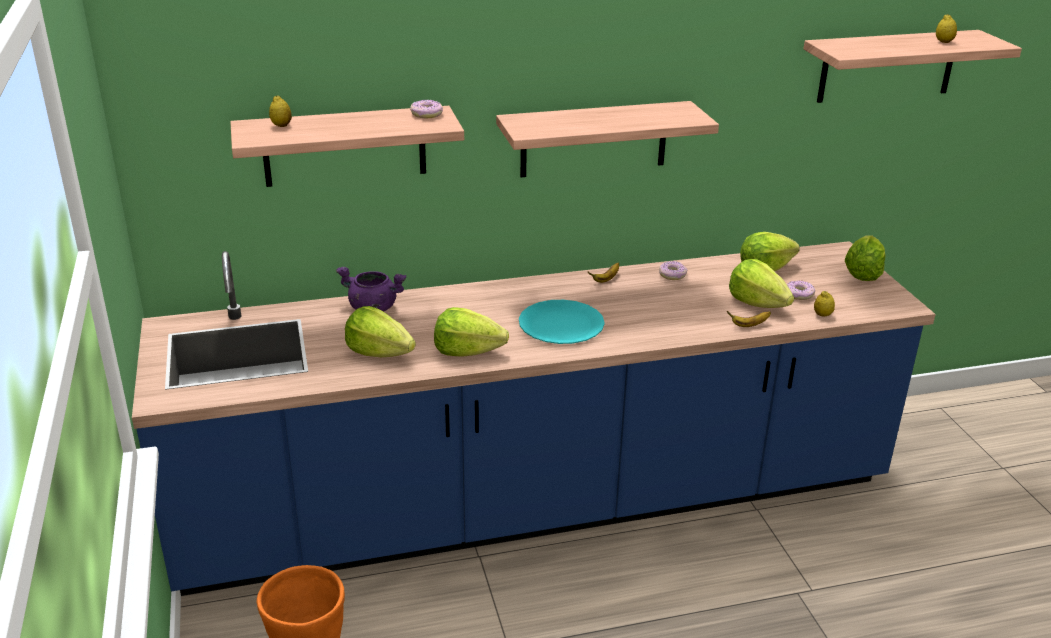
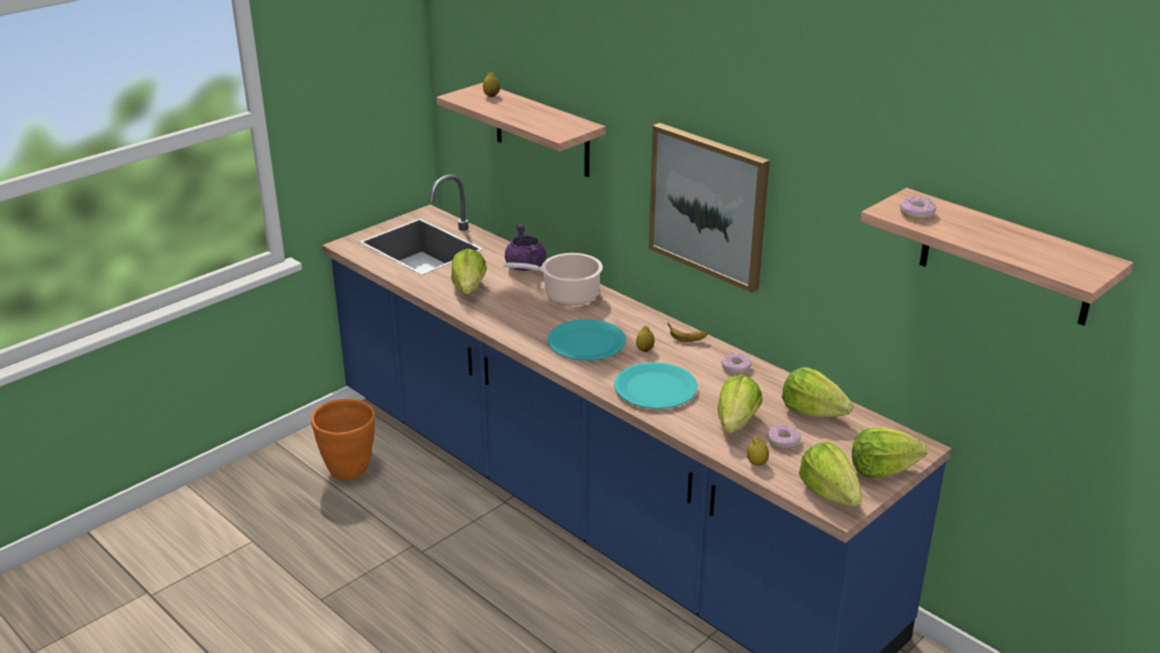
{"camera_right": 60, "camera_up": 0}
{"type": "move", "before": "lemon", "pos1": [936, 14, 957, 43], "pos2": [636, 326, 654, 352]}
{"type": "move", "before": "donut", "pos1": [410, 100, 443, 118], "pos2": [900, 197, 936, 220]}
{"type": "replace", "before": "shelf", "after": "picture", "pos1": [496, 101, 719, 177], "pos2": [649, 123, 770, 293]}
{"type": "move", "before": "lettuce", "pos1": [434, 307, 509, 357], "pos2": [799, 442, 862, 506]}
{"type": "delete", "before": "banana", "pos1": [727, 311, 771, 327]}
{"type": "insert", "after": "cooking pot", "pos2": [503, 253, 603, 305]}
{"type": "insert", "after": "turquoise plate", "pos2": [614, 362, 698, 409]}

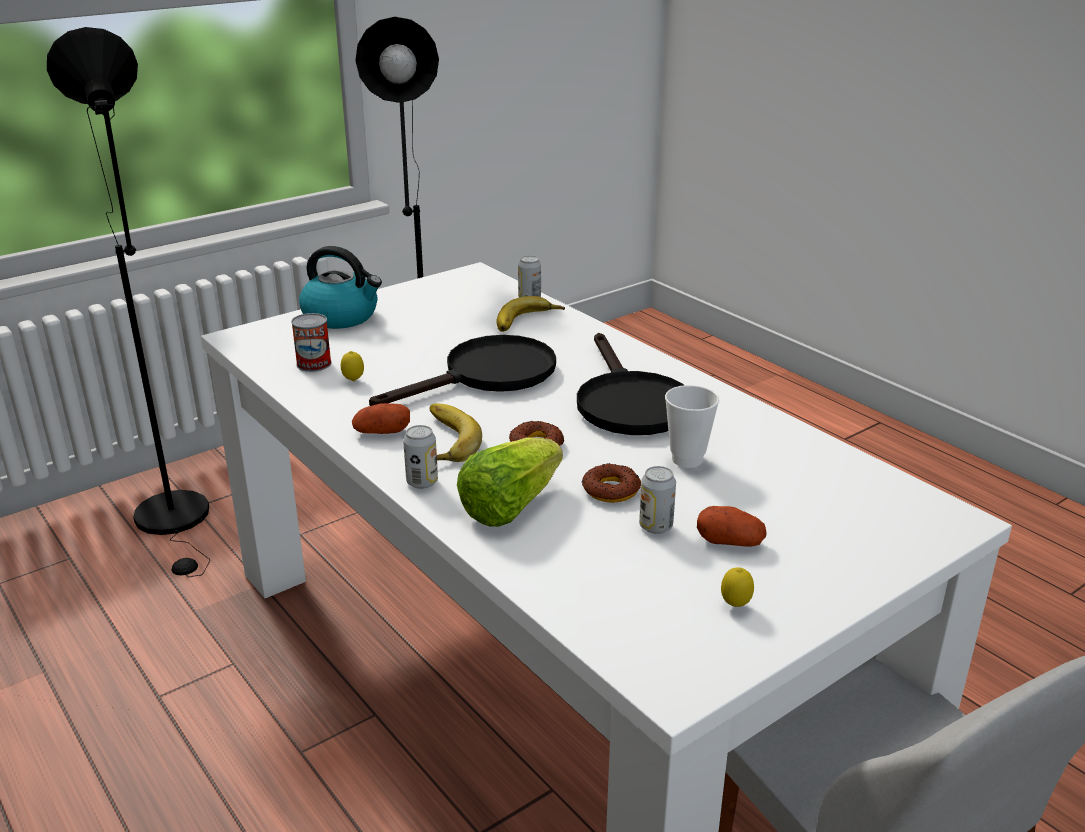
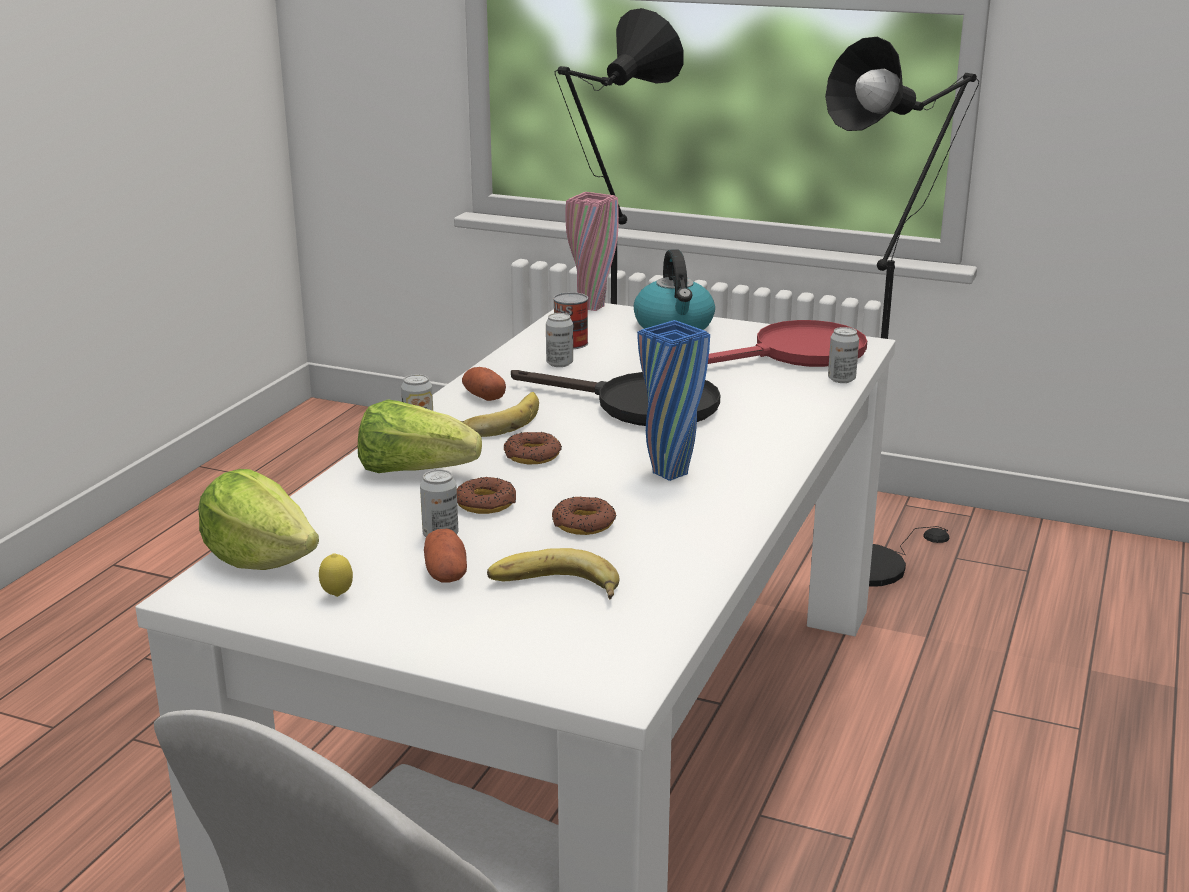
{"camera_right": 60, "camera_up": -5}
{"type": "move", "before": "banana", "pos1": [497, 296, 565, 332], "pos2": [487, 548, 619, 599]}
{"type": "replace", "before": "black frying pan", "after": "blue vase", "pos1": [577, 333, 684, 435], "pos2": [637, 320, 710, 481]}
{"type": "replace", "before": "lemon", "after": "can", "pos1": [341, 351, 364, 381], "pos2": [546, 313, 573, 367]}
{"type": "replace", "before": "cup", "after": "donut", "pos1": [665, 385, 719, 468], "pos2": [552, 496, 617, 535]}
{"type": "insert", "after": "pink vase", "pos2": [565, 192, 619, 311]}
{"type": "insert", "after": "red frying pan", "pos2": [708, 320, 867, 367]}
{"type": "insert", "after": "lettuce", "pos2": [198, 469, 319, 570]}

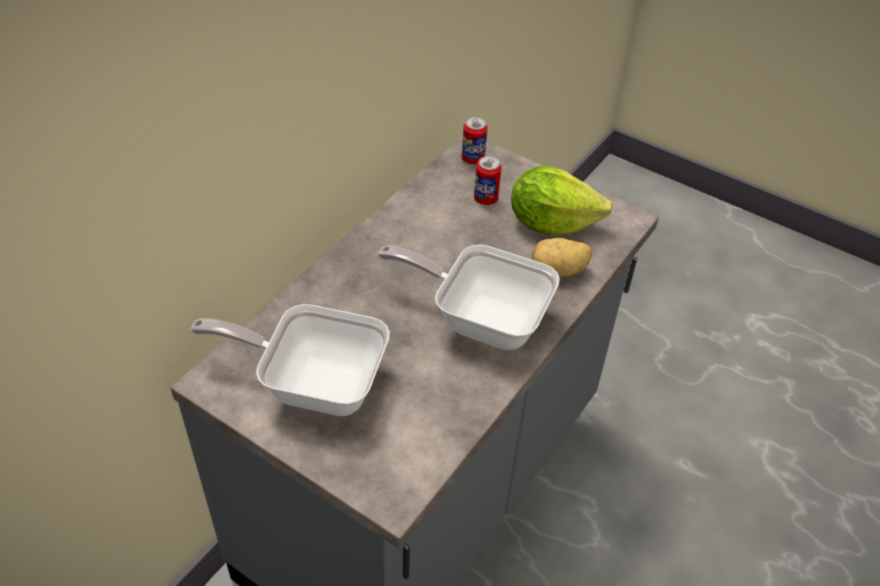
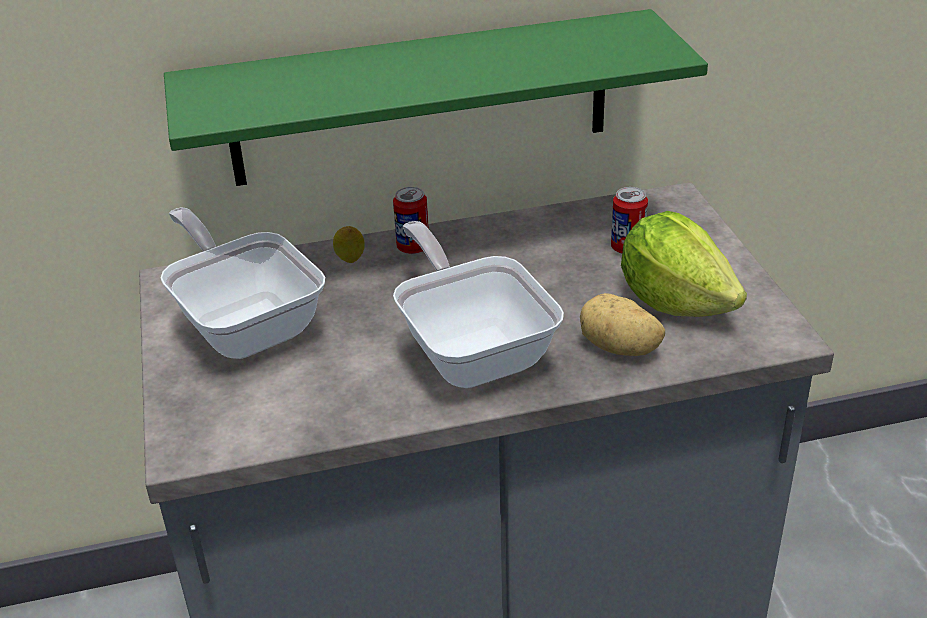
{"camera_right": 45, "camera_up": -10}
{"type": "move", "before": "can", "pos1": [462, 117, 488, 164], "pos2": [393, 187, 429, 254]}
{"type": "insert", "after": "green shelf", "pos2": [164, 9, 708, 186]}
{"type": "insert", "after": "lemon", "pos2": [333, 226, 364, 263]}

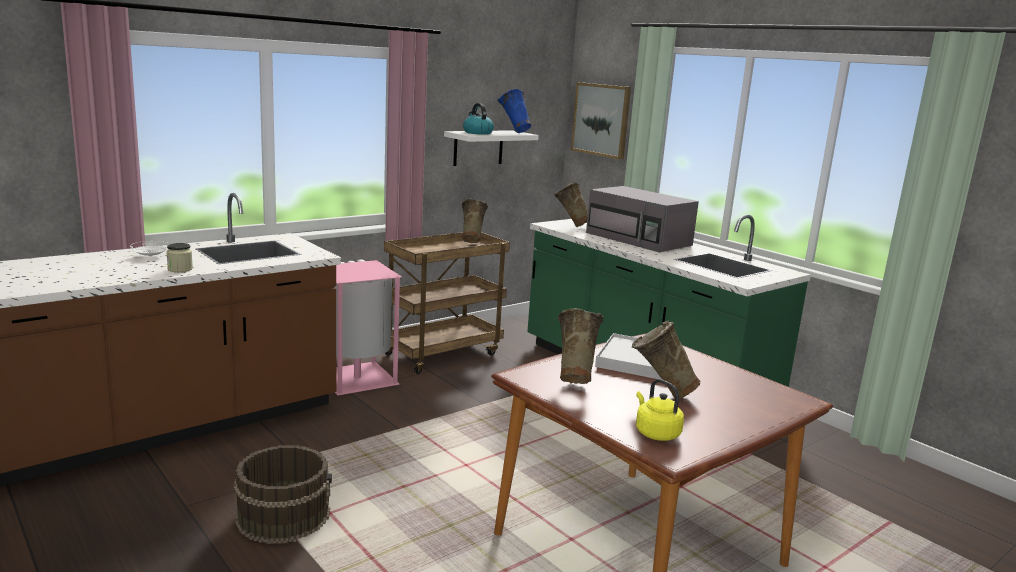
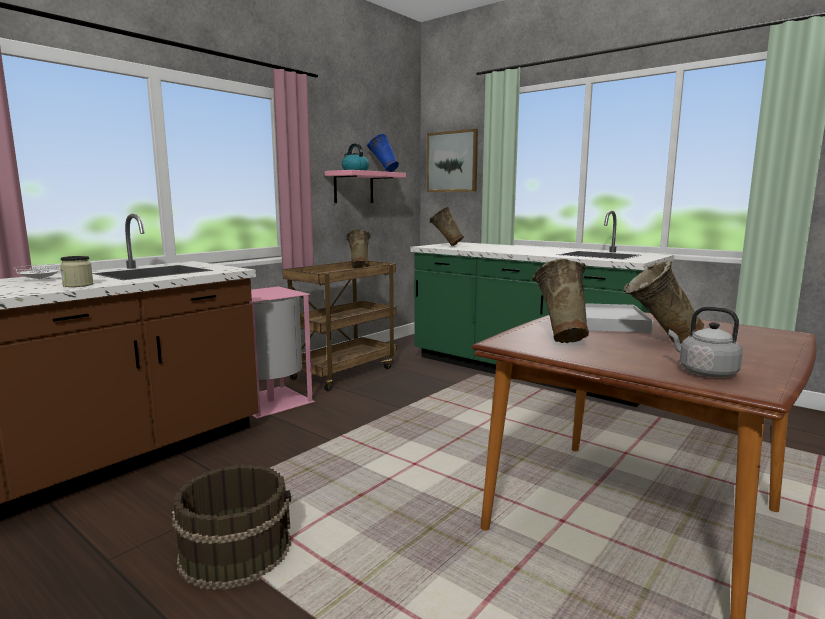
{"camera_right": -10, "camera_up": -5}
{"type": "recolor", "before": "white shelf", "after": "pink shelf", "pos1": [444, 130, 539, 166], "pos2": [325, 170, 406, 203]}
{"type": "delete", "before": "grey microwave", "pos1": [586, 186, 699, 253]}
{"type": "recolor", "before": "yellow kettle", "after": "grey kettle", "pos1": [636, 379, 684, 441], "pos2": [669, 307, 743, 377]}

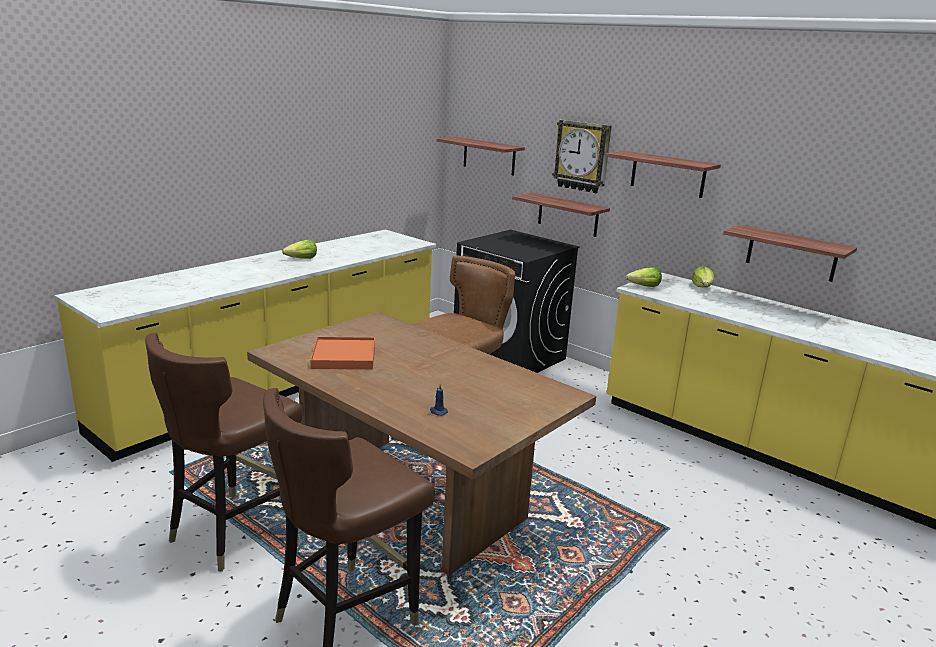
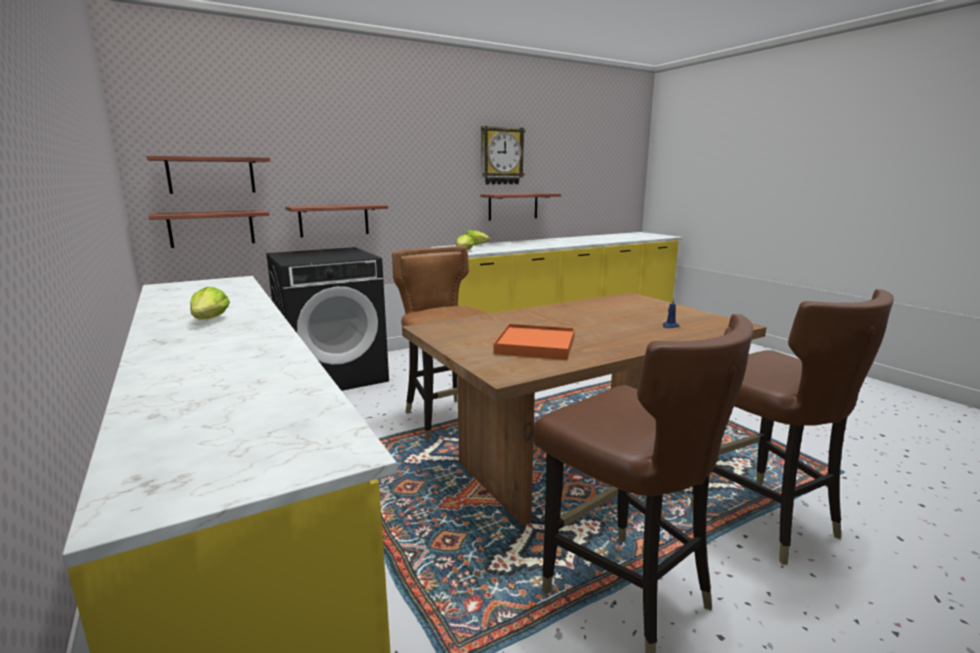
{"camera_right": -70, "camera_up": -5}
{"type": "move", "before": "wall clock", "pos1": [552, 120, 612, 193], "pos2": [481, 126, 525, 185]}
{"type": "move", "before": "shelf", "pos1": [605, 150, 721, 198], "pos2": [148, 210, 270, 248]}

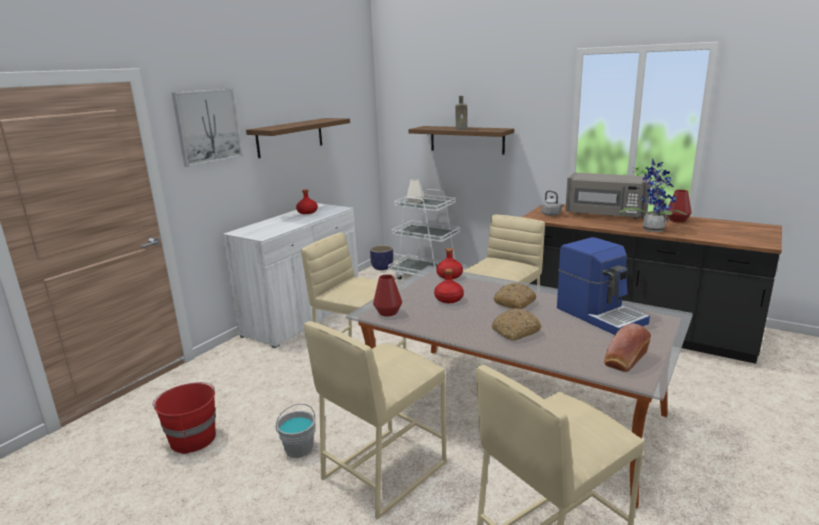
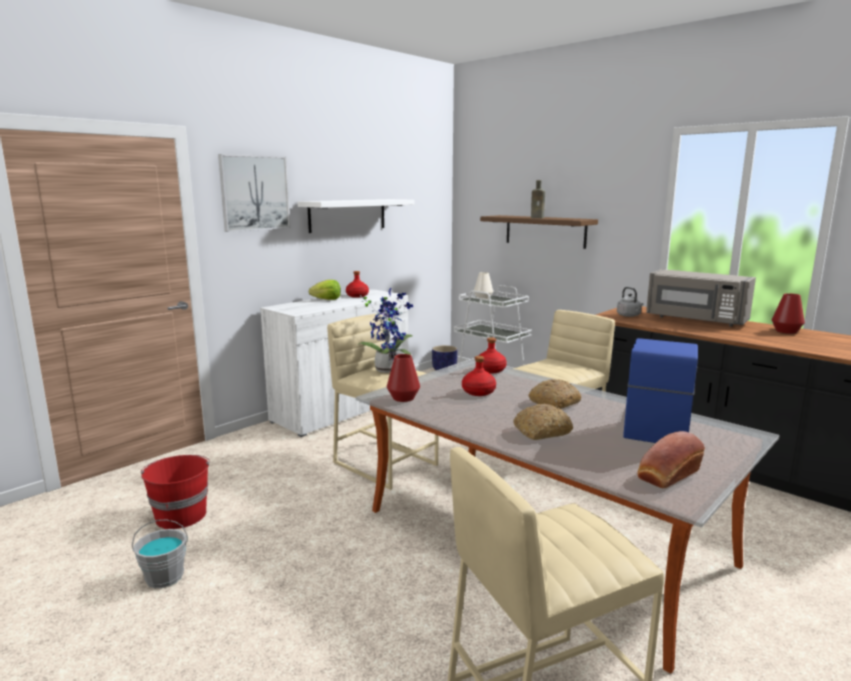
{"camera_right": 10, "camera_up": -5}
{"type": "recolor", "before": "brown shelf", "after": "white shelf", "pos1": [246, 118, 350, 158], "pos2": [298, 199, 415, 233]}
{"type": "move", "before": "potted plant", "pos1": [619, 159, 687, 232], "pos2": [358, 288, 413, 373]}
{"type": "rotate", "before": "coffee machine", "pos1": [557, 237, 650, 335], "pos2": [623, 338, 698, 443], "turn": -135}
{"type": "delete", "before": "beige stool", "pos1": [304, 321, 446, 520]}
{"type": "move", "before": "grey bucket", "pos1": [276, 404, 315, 458], "pos2": [132, 520, 188, 588]}
{"type": "insert", "after": "lettuce", "pos2": [309, 280, 341, 300]}

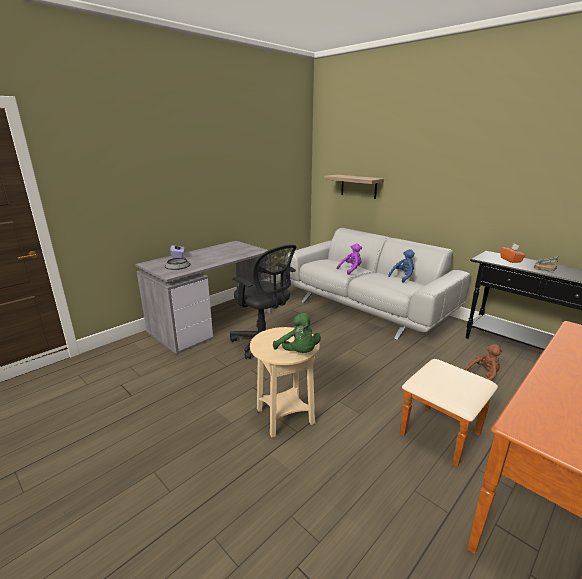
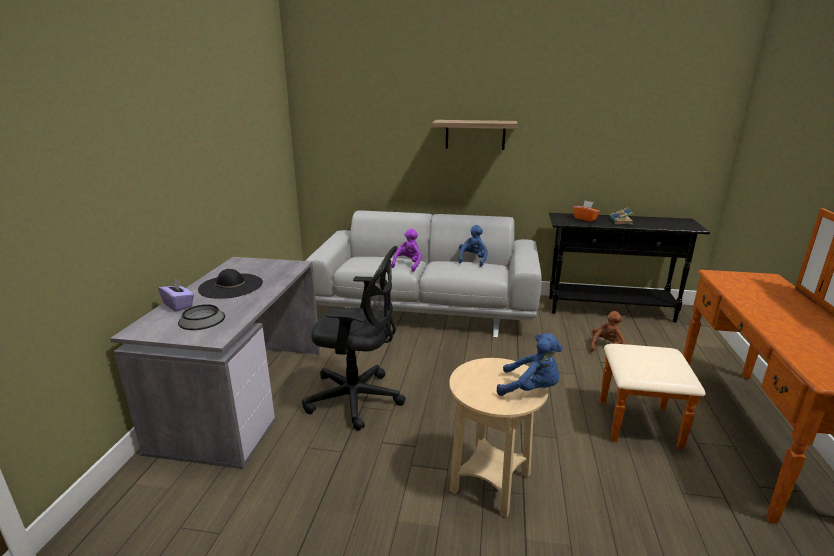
{"camera_right": -35, "camera_up": 0}
{"type": "move", "before": "shelf", "pos1": [324, 175, 384, 199], "pos2": [432, 120, 518, 150]}
{"type": "recolor", "before": "green plush toy", "after": "blue plush toy", "pos1": [273, 313, 321, 353], "pos2": [497, 333, 563, 396]}
{"type": "insert", "after": "black hat", "pos2": [198, 269, 263, 299]}

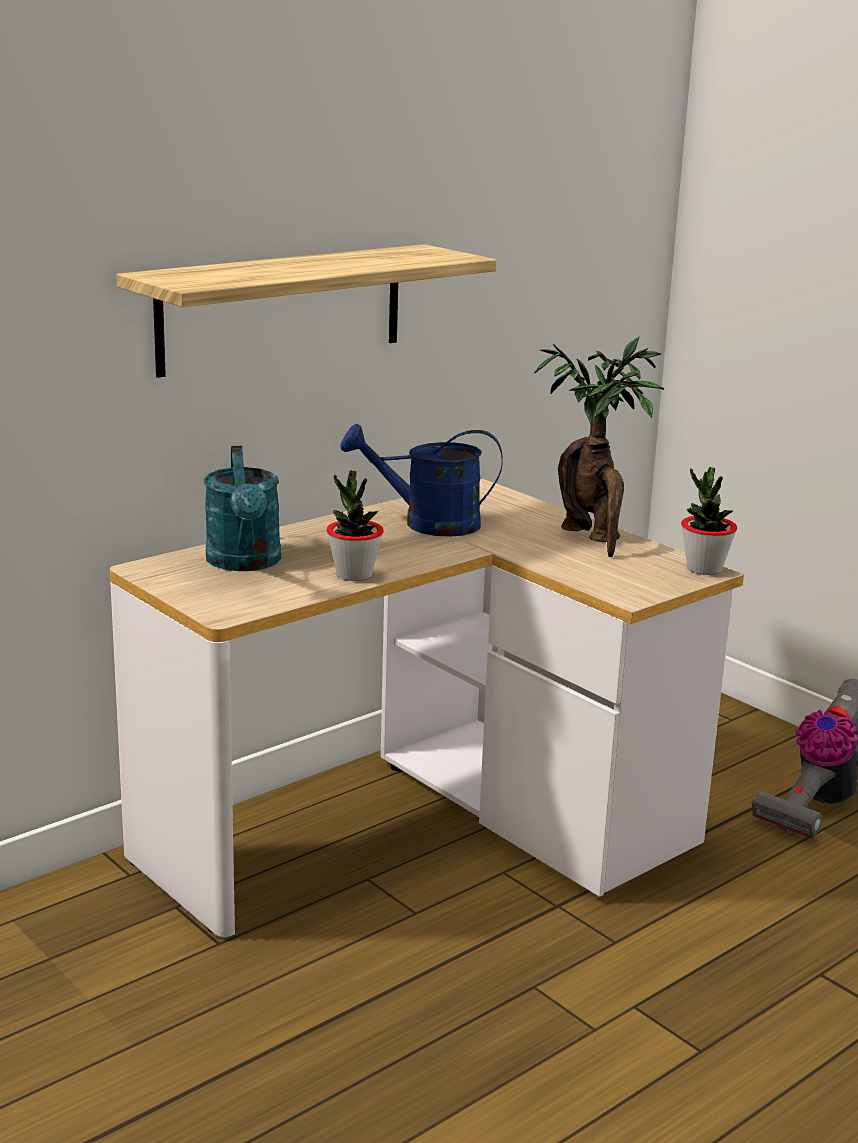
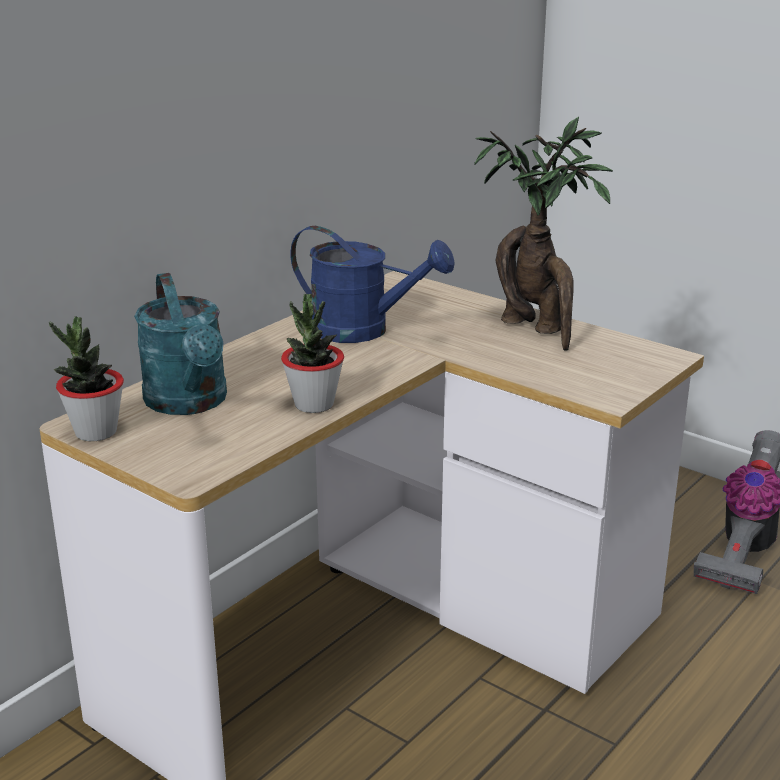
{"camera_right": -10, "camera_up": 5}
{"type": "delete", "before": "shelf", "pos1": [116, 244, 497, 378]}
{"type": "rotate", "before": "blue watering can", "pos1": [340, 423, 503, 537], "pos2": [290, 226, 455, 343], "turn": -150}
{"type": "move", "before": "potted plant", "pos1": [681, 467, 737, 575], "pos2": [49, 316, 124, 441]}

